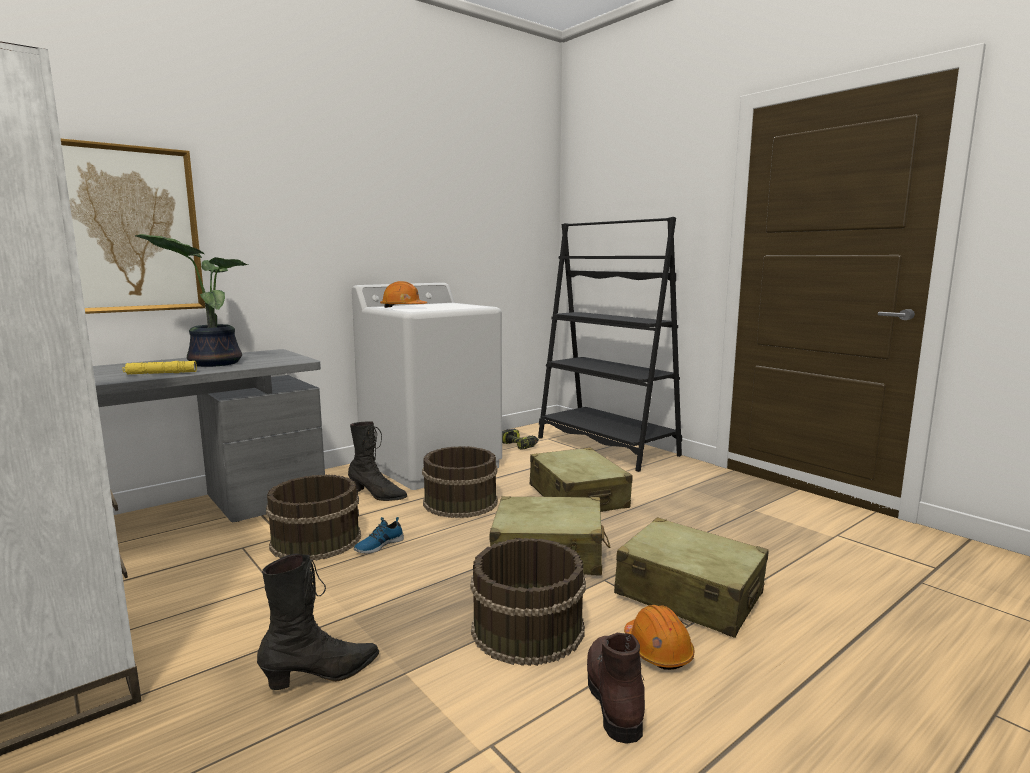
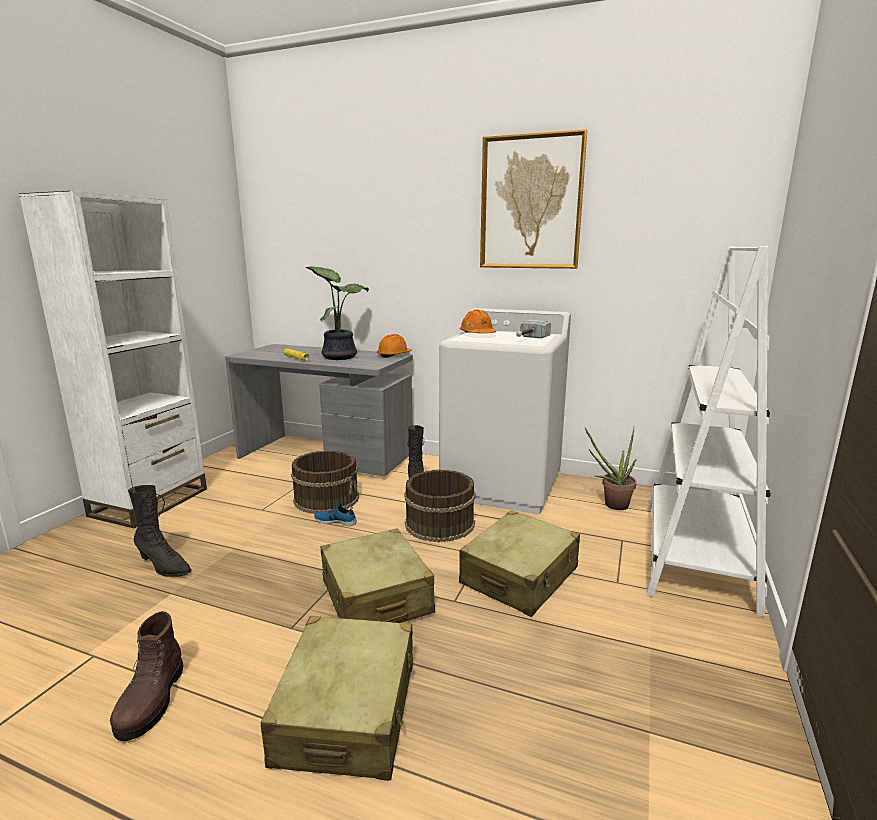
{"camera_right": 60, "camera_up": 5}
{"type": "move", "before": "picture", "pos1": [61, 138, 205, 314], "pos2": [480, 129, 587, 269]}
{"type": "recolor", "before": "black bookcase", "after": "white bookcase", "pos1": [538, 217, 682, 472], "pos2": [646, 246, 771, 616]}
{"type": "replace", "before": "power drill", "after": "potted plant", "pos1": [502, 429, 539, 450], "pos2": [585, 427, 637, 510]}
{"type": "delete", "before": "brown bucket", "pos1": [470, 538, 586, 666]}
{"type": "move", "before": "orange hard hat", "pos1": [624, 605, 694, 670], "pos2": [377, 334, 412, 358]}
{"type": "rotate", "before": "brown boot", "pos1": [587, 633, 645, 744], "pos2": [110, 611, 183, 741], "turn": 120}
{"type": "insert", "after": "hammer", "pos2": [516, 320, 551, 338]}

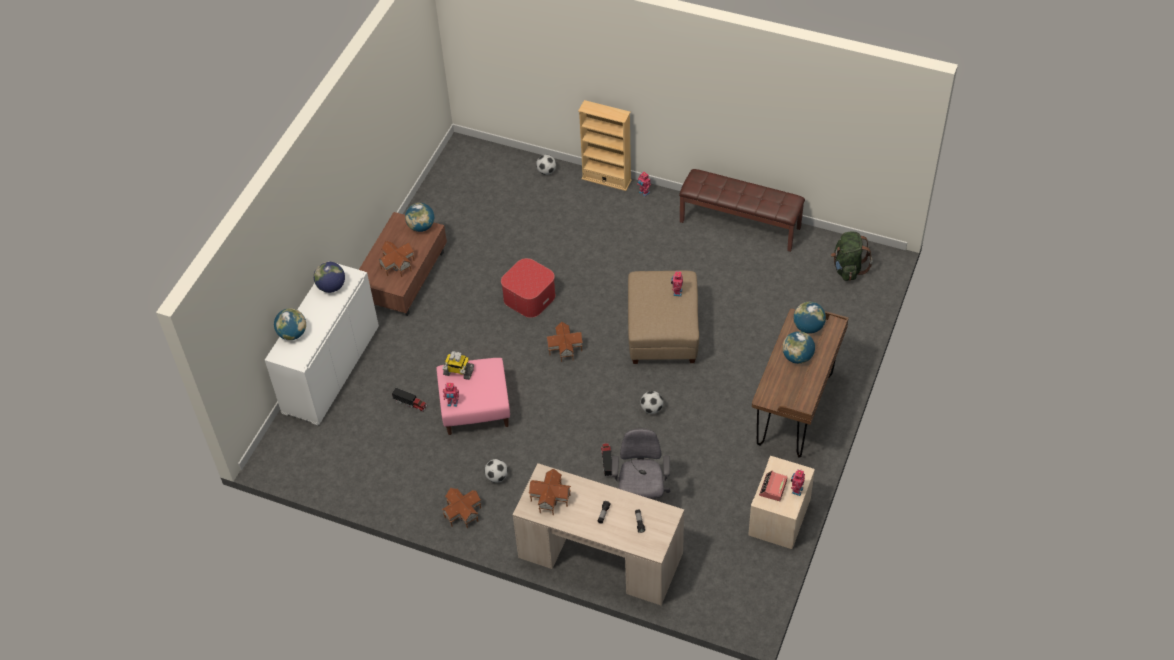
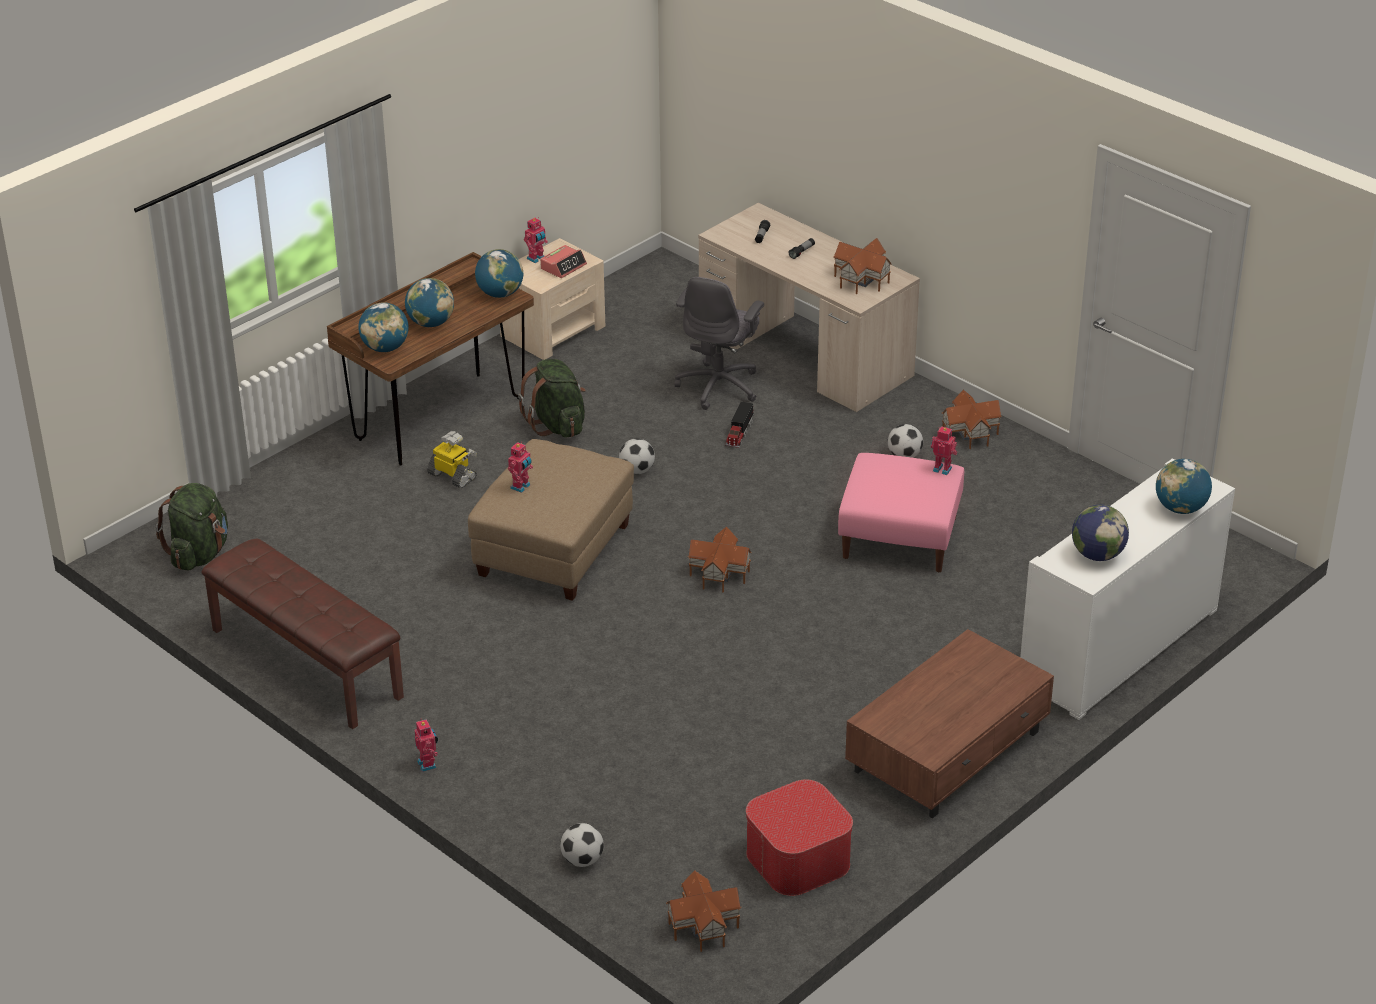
{"camera_right": -160, "camera_up": -15}
{"type": "delete", "before": "beige bookcase", "pos1": [578, 100, 632, 191]}
{"type": "move", "before": "globe", "pos1": [405, 203, 434, 232], "pos2": [475, 249, 523, 298]}
{"type": "move", "before": "toy house", "pos1": [378, 241, 414, 277], "pos2": [666, 870, 742, 952]}
{"type": "move", "before": "ottoman", "pos1": [501, 258, 556, 318], "pos2": [746, 779, 853, 896]}
{"type": "move", "before": "toy robot", "pos1": [442, 351, 474, 380], "pos2": [427, 431, 477, 488]}
{"type": "delete", "before": "toy truck", "pos1": [392, 388, 427, 412]}
{"type": "insert", "after": "green backpack", "pos2": [518, 359, 586, 437]}

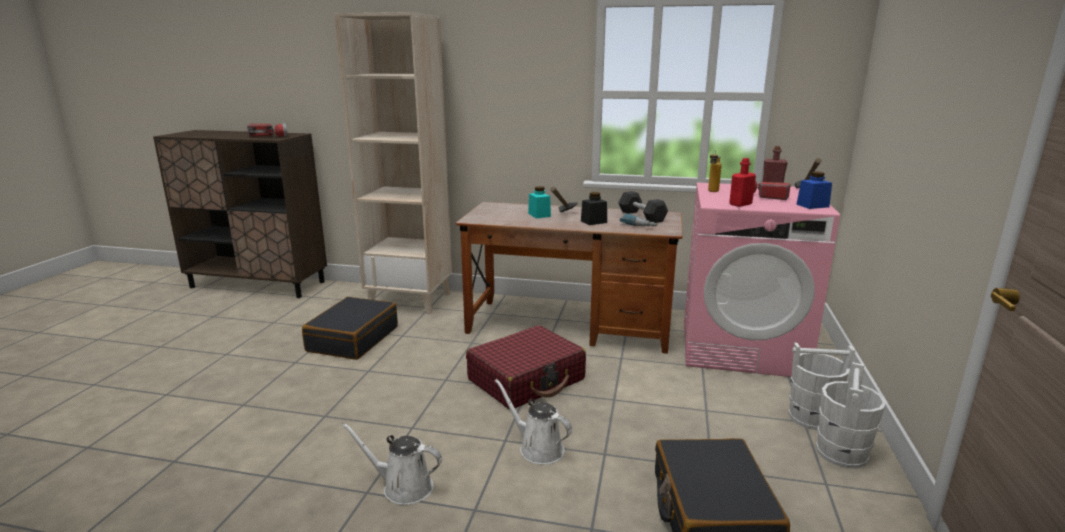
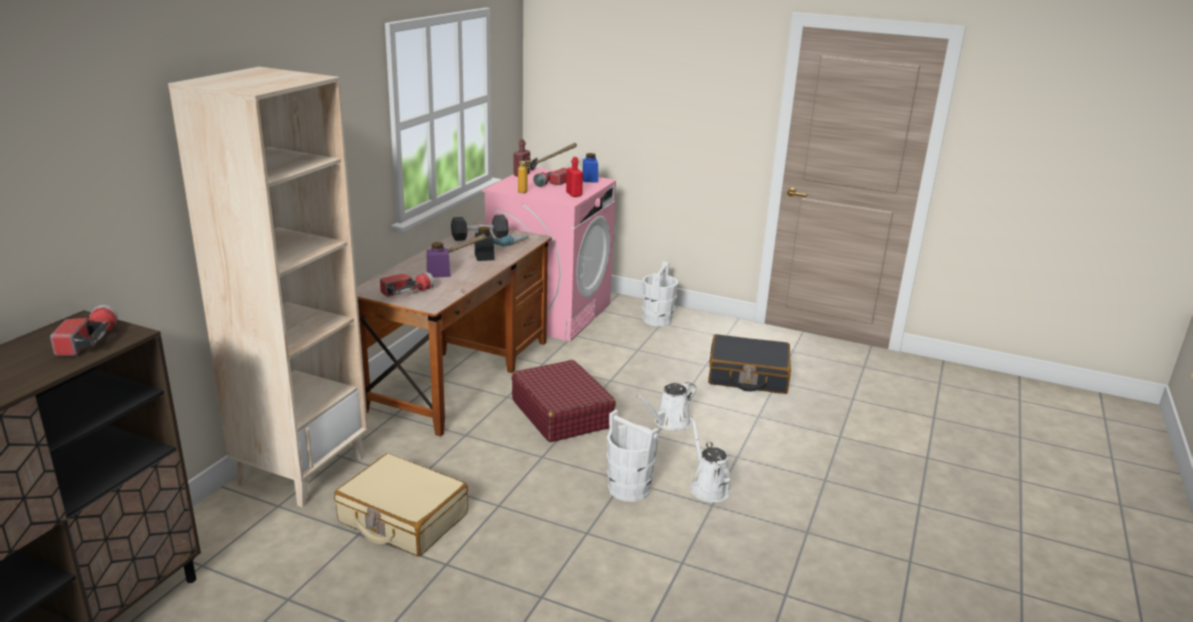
{"camera_right": -80, "camera_up": 5}
{"type": "recolor", "before": "turquoise jar", "after": "purple jar", "pos1": [528, 186, 551, 218], "pos2": [427, 242, 451, 278]}
{"type": "recolor", "before": "black suitcase", "after": "beige suitcase", "pos1": [302, 297, 398, 360], "pos2": [334, 453, 468, 556]}
{"type": "move", "before": "white bucket", "pos1": [816, 362, 886, 468], "pos2": [607, 410, 659, 502]}
{"type": "rotate", "before": "white watering can", "pos1": [341, 423, 442, 505], "pos2": [690, 416, 730, 502], "turn": 135}
{"type": "insert", "after": "flashlight", "pos2": [380, 272, 434, 297]}

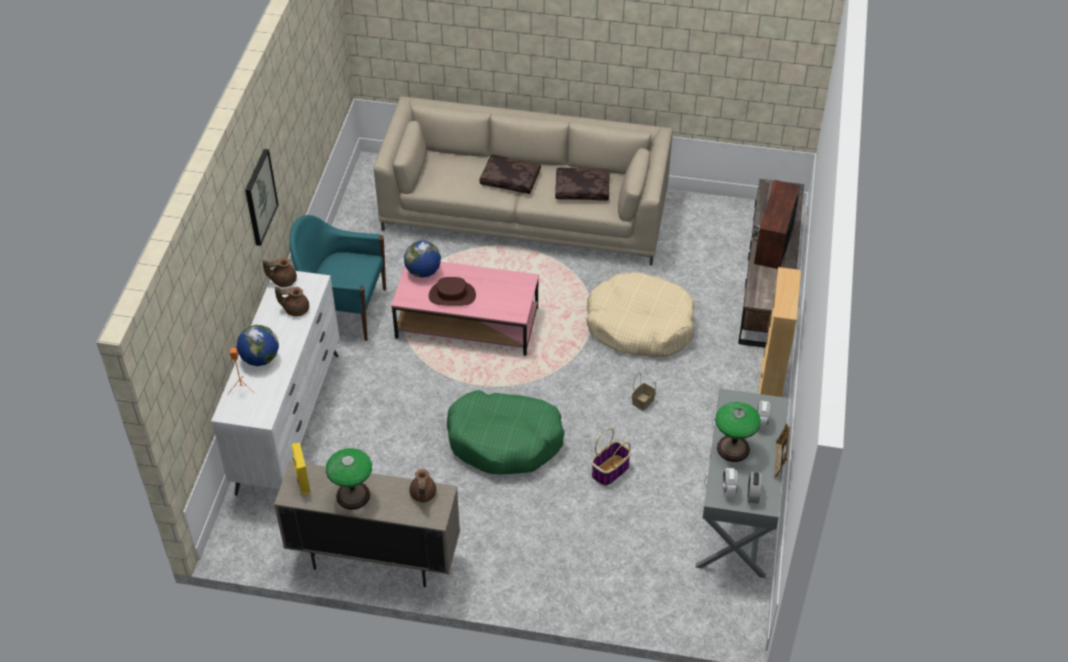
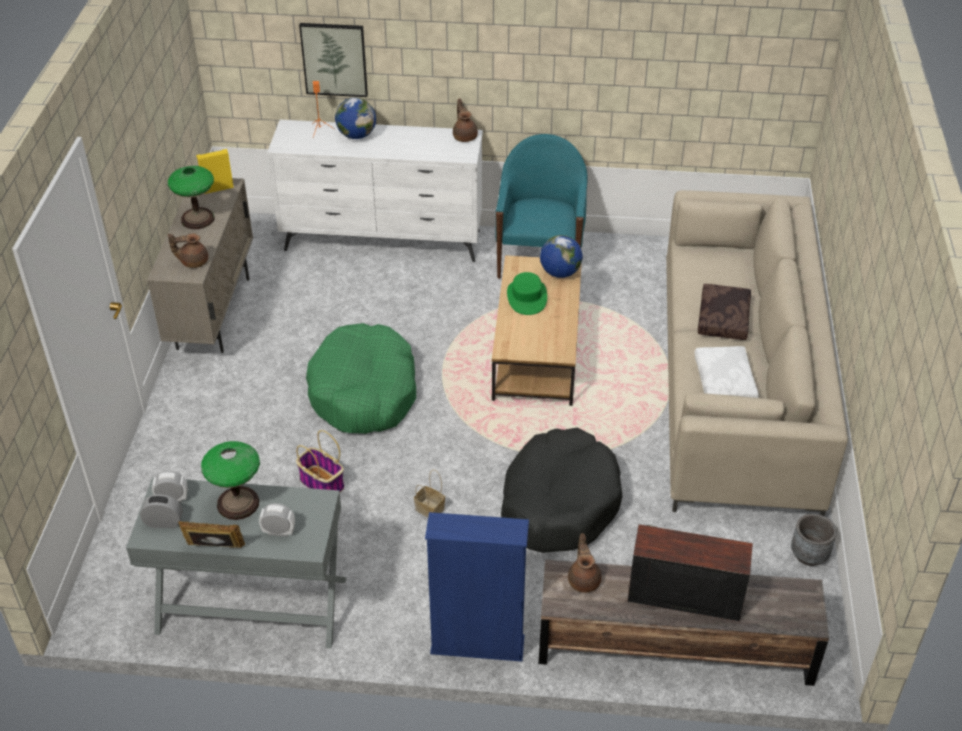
{"camera_right": 85, "camera_up": -5}
{"type": "move", "before": "picture", "pos1": [245, 149, 279, 246], "pos2": [299, 23, 368, 97]}
{"type": "recolor", "before": "brown pillow", "after": "white pillow", "pos1": [555, 167, 610, 201], "pos2": [694, 346, 759, 398]}
{"type": "recolor", "before": "pink coffee table", "after": "brown coffee table", "pos1": [391, 262, 539, 356], "pos2": [492, 255, 582, 406]}
{"type": "recolor", "before": "beige bookcase", "after": "blue bookcase", "pos1": [759, 267, 801, 397], "pos2": [425, 512, 529, 662]}
{"type": "recolor", "before": "beige dog bed", "after": "black dog bed", "pos1": [586, 272, 694, 357], "pos2": [501, 427, 623, 553]}
{"type": "recolor", "before": "brown hat", "after": "green hat", "pos1": [429, 277, 476, 306], "pos2": [507, 272, 547, 315]}
{"type": "move", "before": "brown teapot", "pos1": [275, 286, 309, 317], "pos2": [568, 533, 601, 593]}
{"type": "insert", "after": "grey planter", "pos2": [791, 514, 837, 566]}

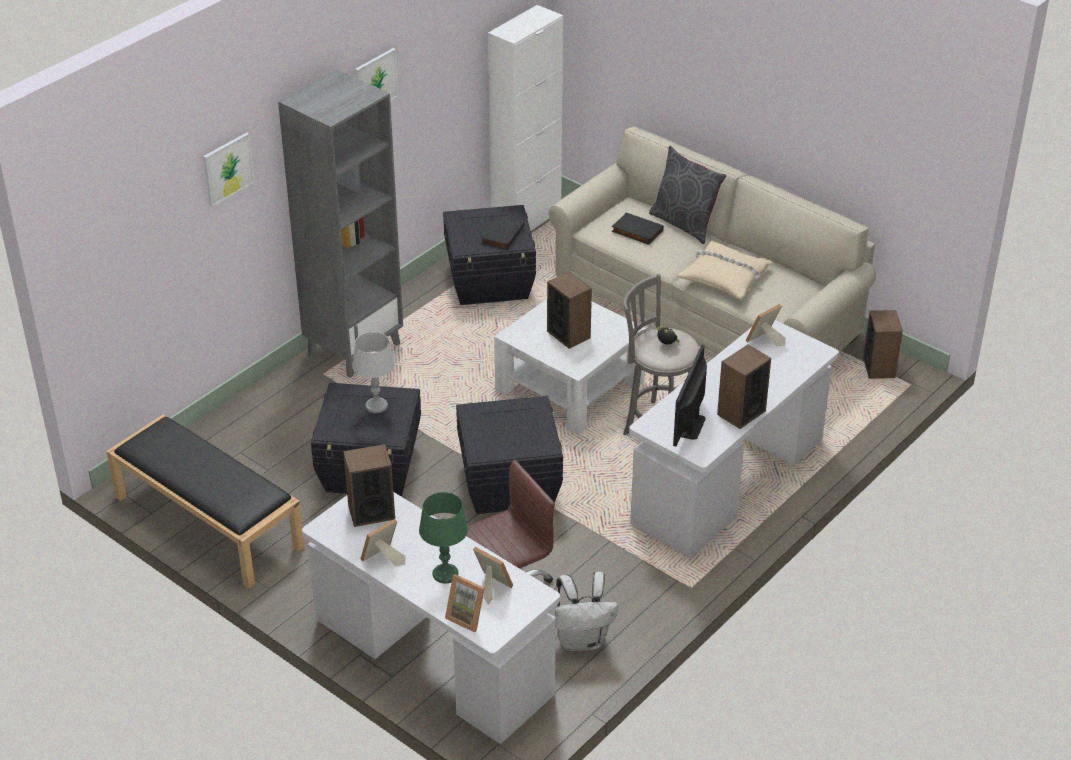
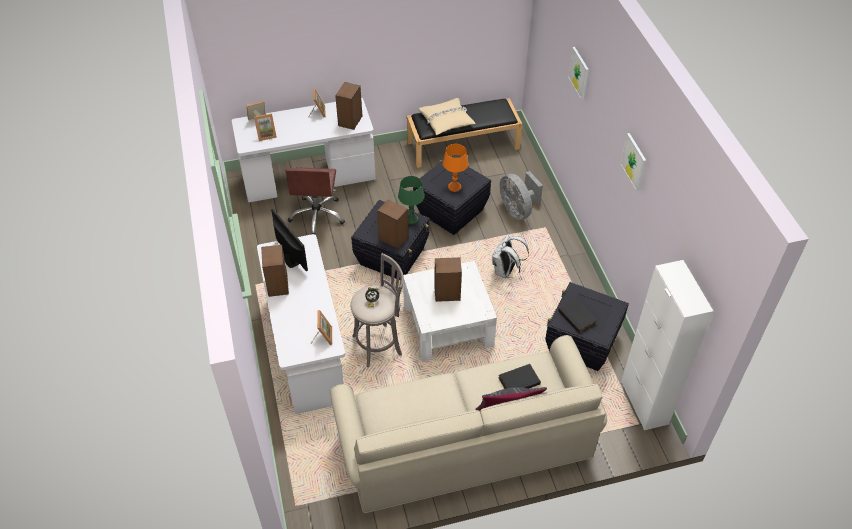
{"camera_right": 125, "camera_up": 10}
{"type": "delete", "before": "grey bookcase", "pos1": [278, 69, 403, 378]}
{"type": "move", "before": "beige pillow", "pos1": [676, 240, 773, 299], "pos2": [419, 98, 476, 135]}
{"type": "move", "before": "speaker", "pos1": [863, 310, 903, 379], "pos2": [377, 200, 409, 249]}
{"type": "recolor", "before": "grey table lamp", "after": "orange table lamp", "pos1": [352, 332, 395, 413], "pos2": [443, 144, 468, 192]}
{"type": "move", "before": "green table lamp", "pos1": [419, 492, 468, 583], "pos2": [398, 176, 425, 225]}
{"type": "move", "before": "white backpack", "pos1": [555, 572, 618, 651], "pos2": [492, 234, 529, 278]}
{"type": "insert", "after": "grey fan", "pos2": [499, 171, 543, 220]}

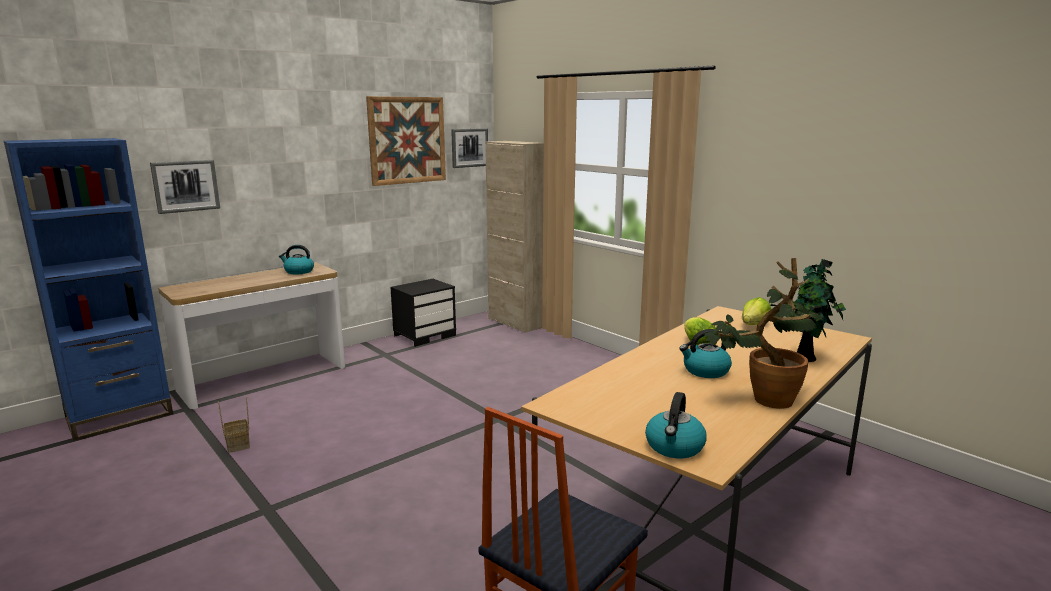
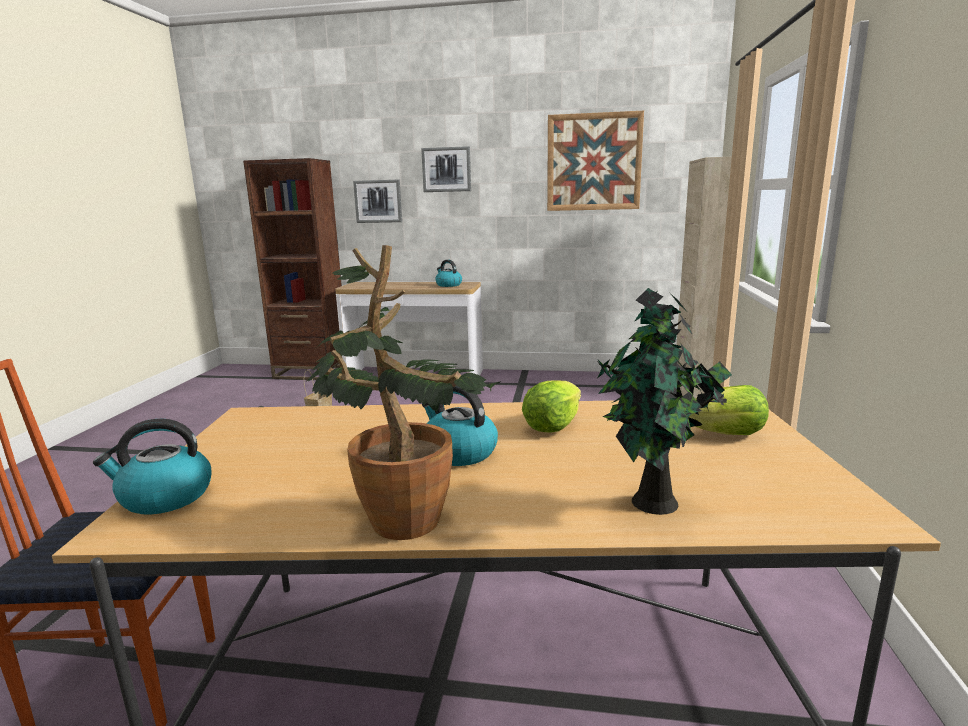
{"camera_right": 50, "camera_up": 0}
{"type": "move", "before": "picture", "pos1": [451, 129, 488, 168], "pos2": [421, 146, 471, 192]}
{"type": "recolor", "before": "blue bookcase", "after": "brown bookcase", "pos1": [4, 138, 173, 441], "pos2": [243, 158, 342, 380]}
{"type": "delete", "before": "black nightstand", "pos1": [391, 279, 456, 347]}

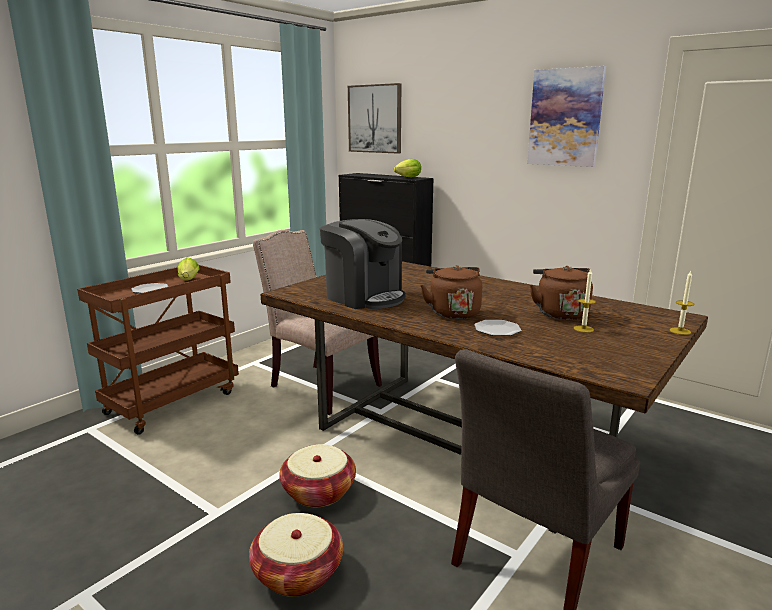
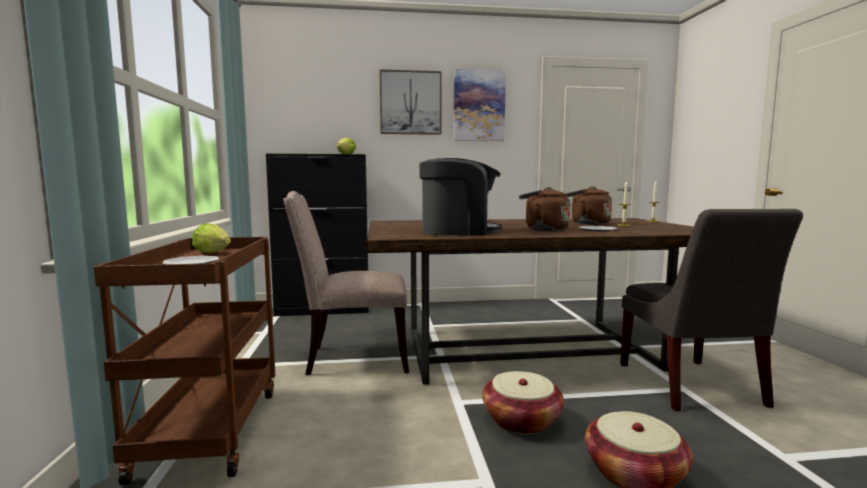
{"camera_right": -45, "camera_up": -10}
{"type": "move", "before": "picture", "pos1": [348, 83, 401, 153], "pos2": [380, 69, 442, 135]}

